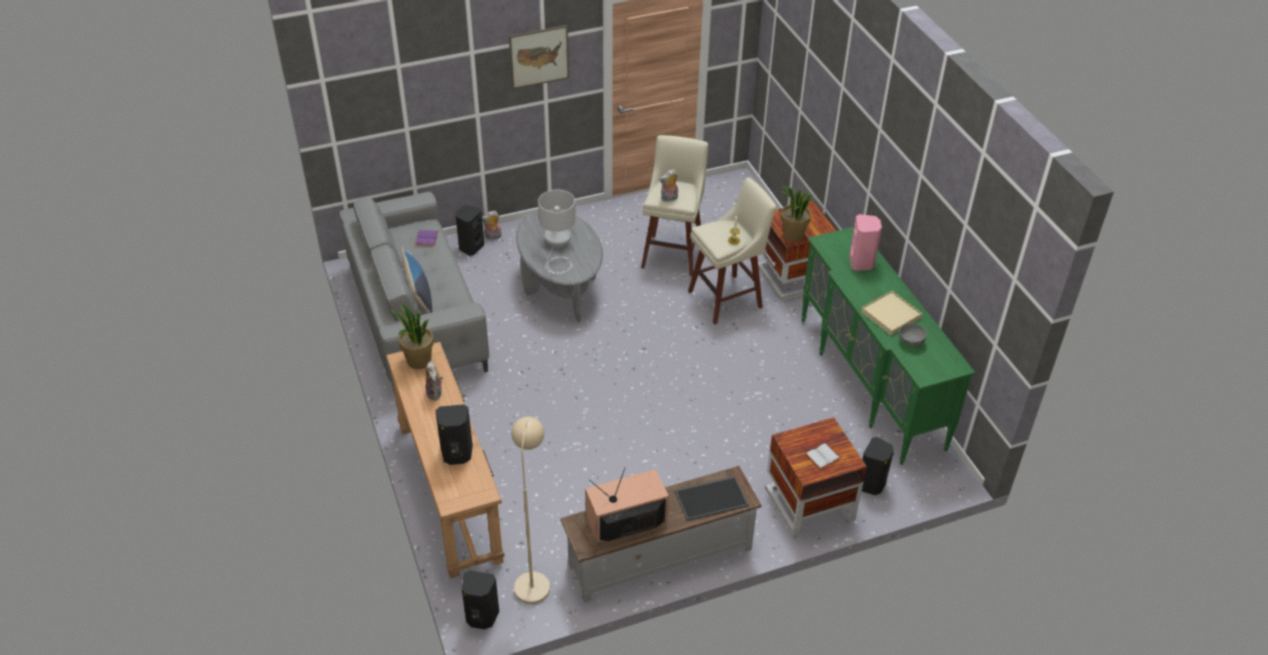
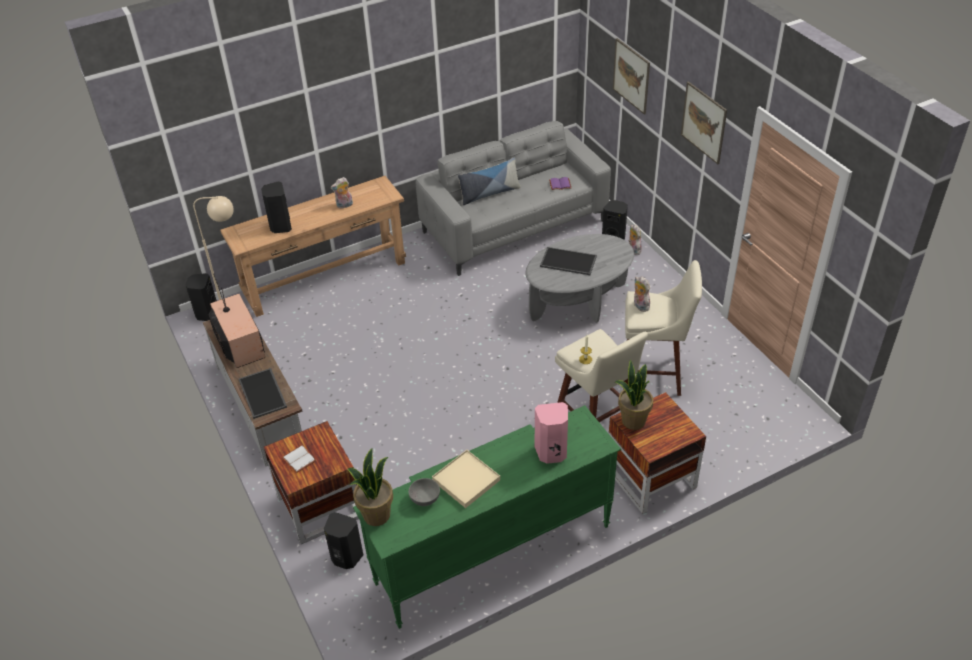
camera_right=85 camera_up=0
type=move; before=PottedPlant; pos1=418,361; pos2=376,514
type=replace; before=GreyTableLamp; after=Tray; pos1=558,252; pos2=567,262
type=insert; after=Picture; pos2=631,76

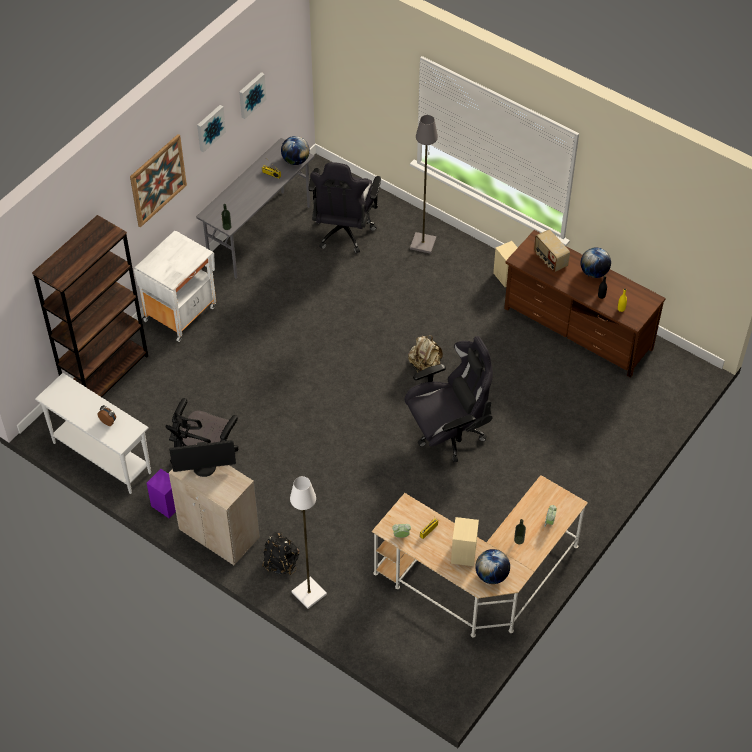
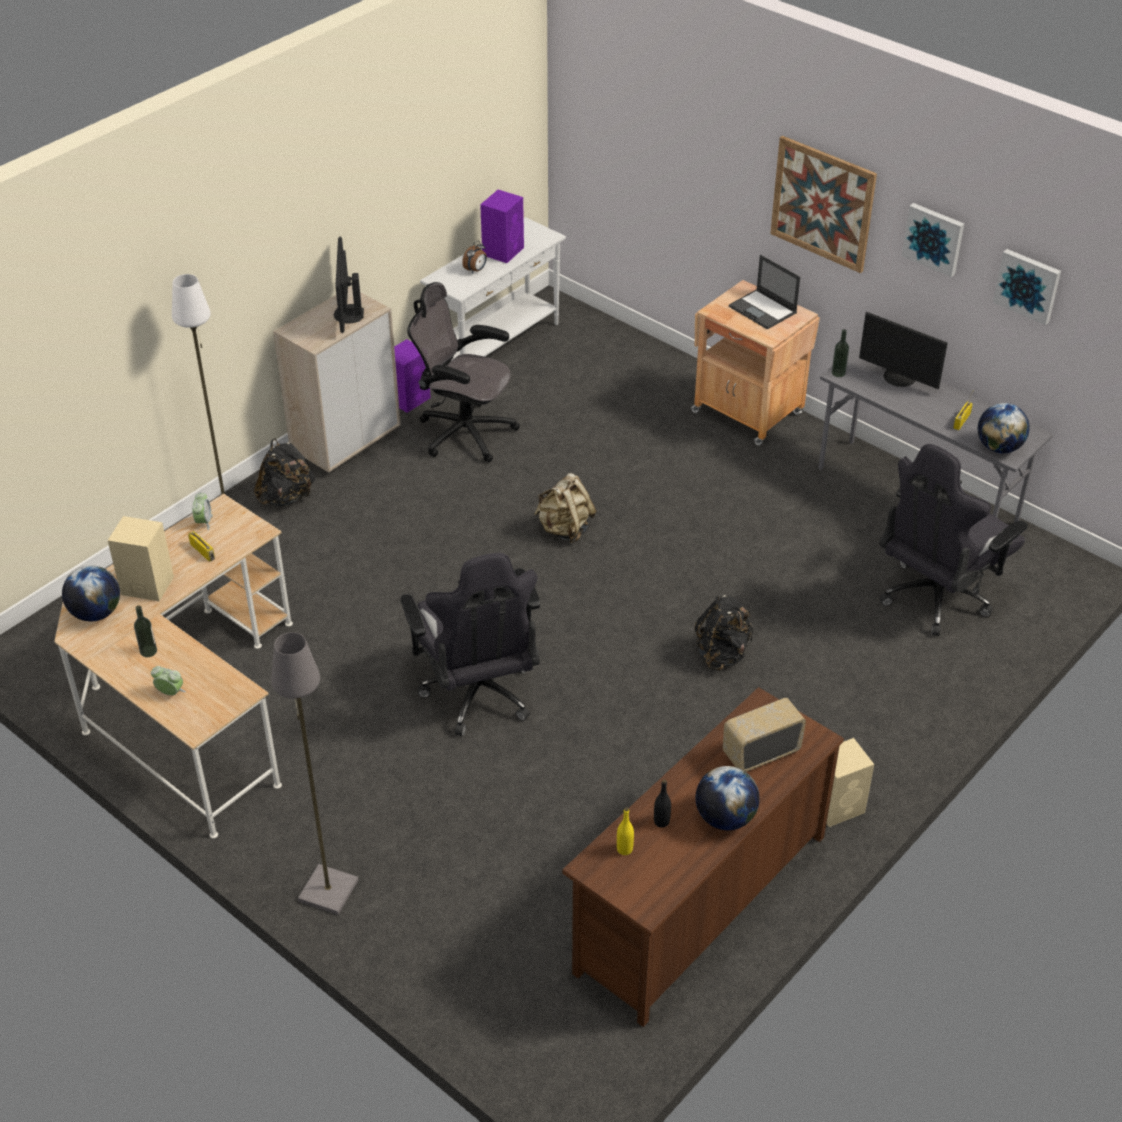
camera_right=95 camera_up=-10
type=delete; before=BrownBookcase; pos1=106,375
type=recolor; before=WhiteCart; after=BrownCart; pos1=181,313; pos2=748,414
type=rotate; before=BlackOfficeChair; pos1=344,229; pos2=939,593; turn=-60
type=move; before=BeigeBackpack; pos1=425,366; pos2=565,529
type=move; before=GreyFloorLamp; pos1=423,243; pos2=329,892
type=insert; after=PurpleSpeaker; pos2=503,251
type=insert; after=BlackBackpack; pos2=722,654
type=insert; after=Laptop; pos2=763,310
type=insert; after=Monitor; pos2=898,378

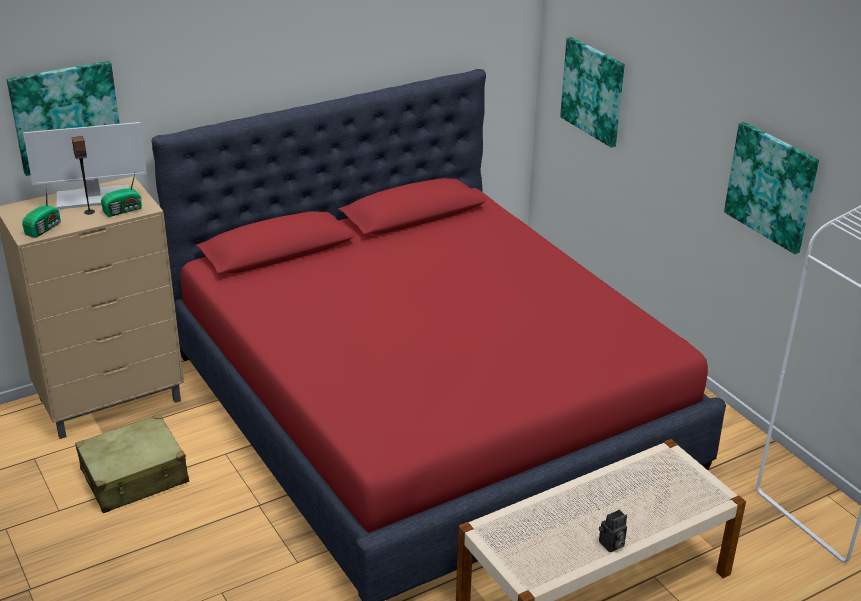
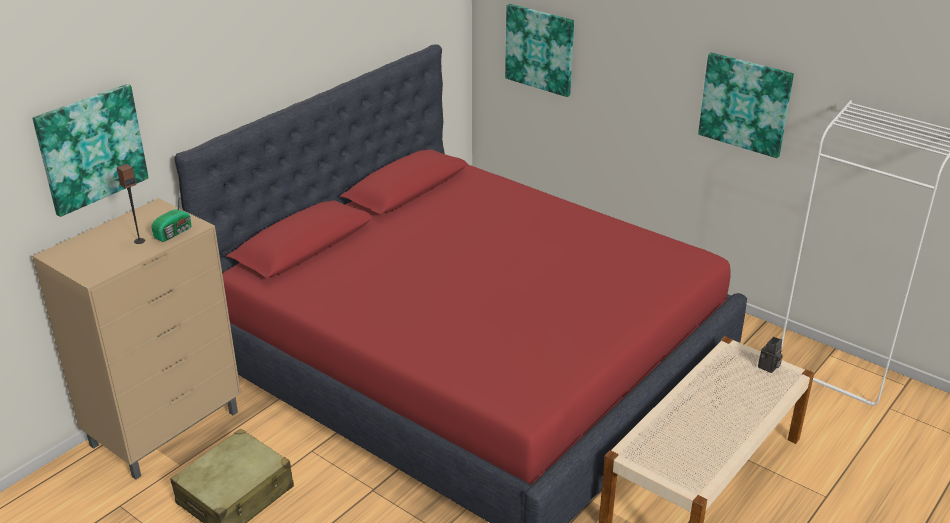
camera_right=-20 camera_up=0
type=delete; before=Radio; pos1=44,228
type=delete; before=Monitor; pos1=92,198
type=move; before=PhotoCamera; pos1=611,545; pos2=768,367

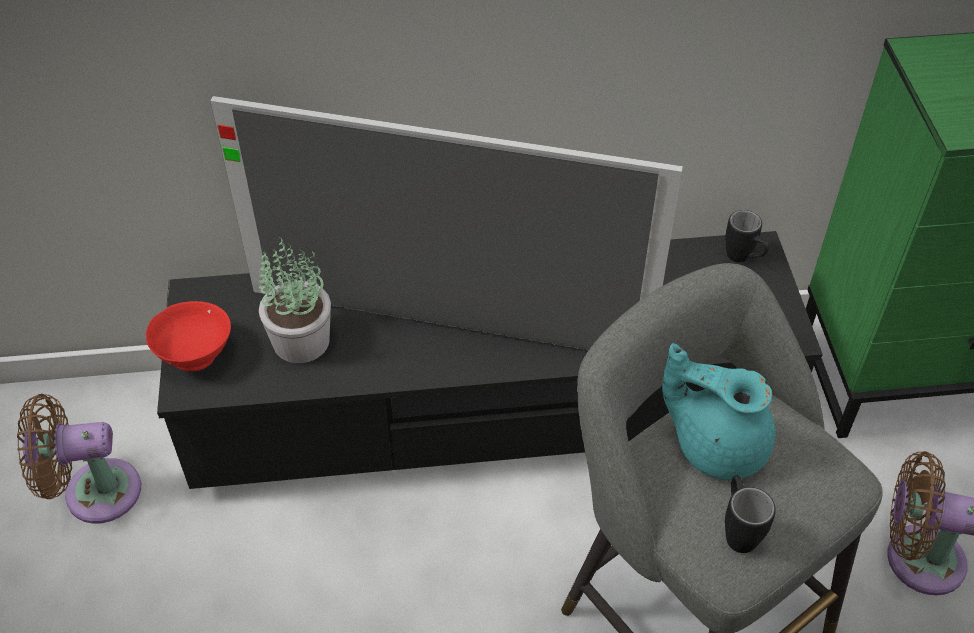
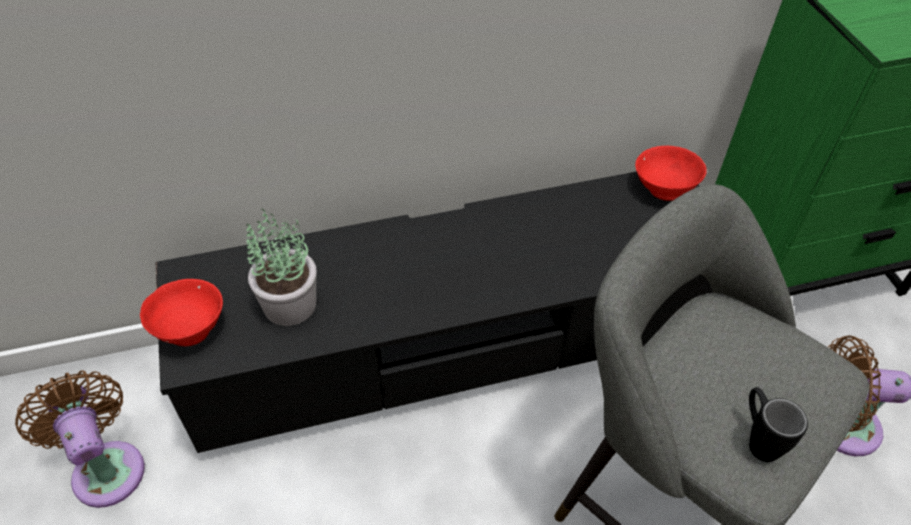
camera_right=-10 camera_up=0
type=rotate; before=BrownFan; pos1=94,492; pos2=106,467; turn=75
type=delete; before=Television; pos1=447,324
type=delete; before=TurquoiseTeapot; pos1=716,444
type=replace; before=BlackMug; after=RedBowl; pos1=743,259; pos2=663,188

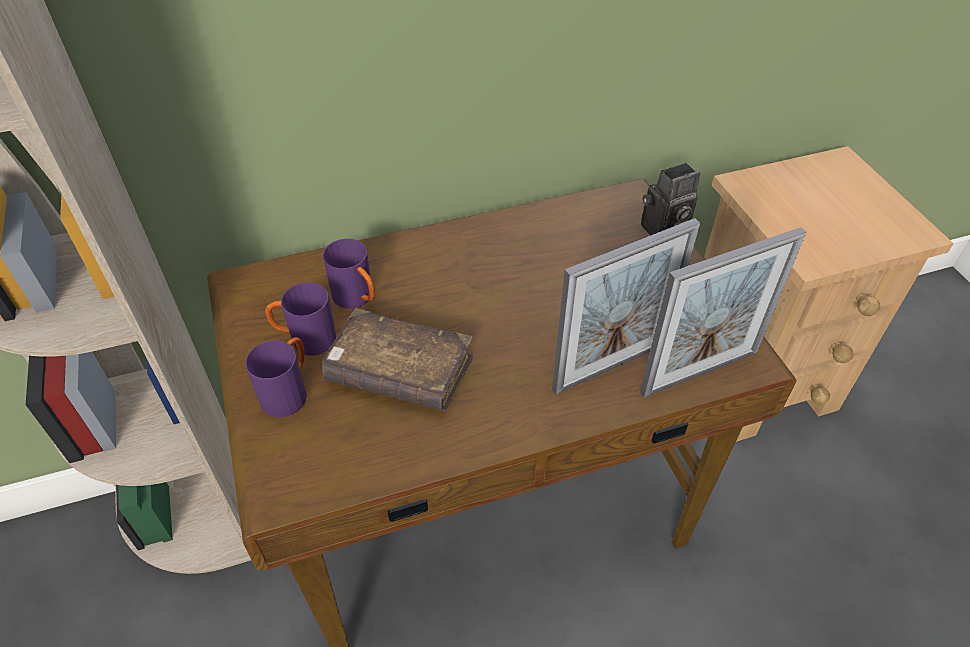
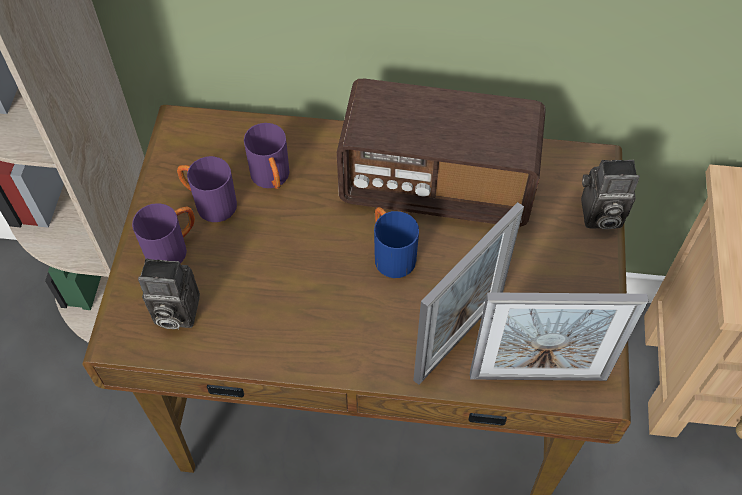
camera_right=25 camera_up=10
type=delete; before=BrownBook; pos1=399,372
type=rotate; before=PictureFrame; pos1=611,366; pos2=459,336; turn=-45
type=insert; after=PhotoCamera; pos2=173,312
type=insert; after=Radio; pos2=437,185
type=insert; after=BlueMug; pos2=390,254

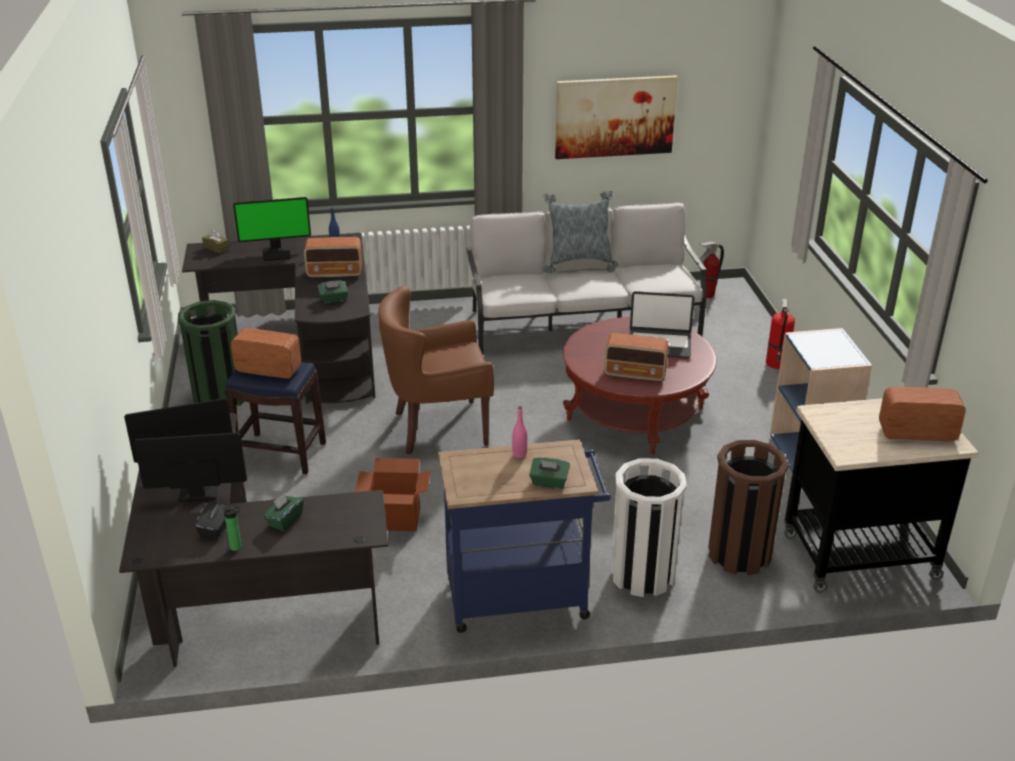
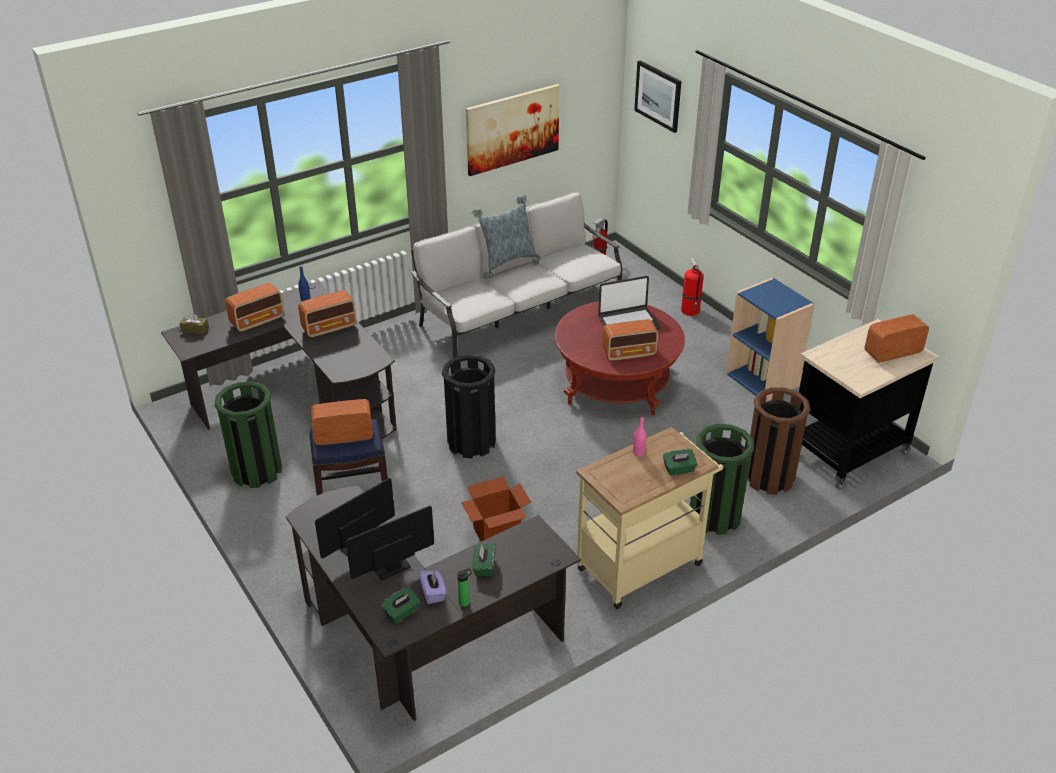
camera_right=-25 camera_up=5
type=recolor; before=BlackTissueBox; after=PurpleTissueBox; pos1=215,529; pos2=433,593
type=replace; before=Monitor; after=Radio; pos1=277,253; pos2=258,321
type=move; before=GreenTissueBox; pos1=333,299; pos2=402,613
type=replace; before=BrownArmchair; after=BlackTrashCan; pos1=438,428; pos2=471,442
type=recolor; before=BlueCart; after=BeigeCart; pos1=521,599; pos2=642,566
type=recolor; before=WhiteTrashCan; after=GreenTrashCan; pos1=642,575; pos2=714,516
type=insert; after=Picture; pos2=658,96

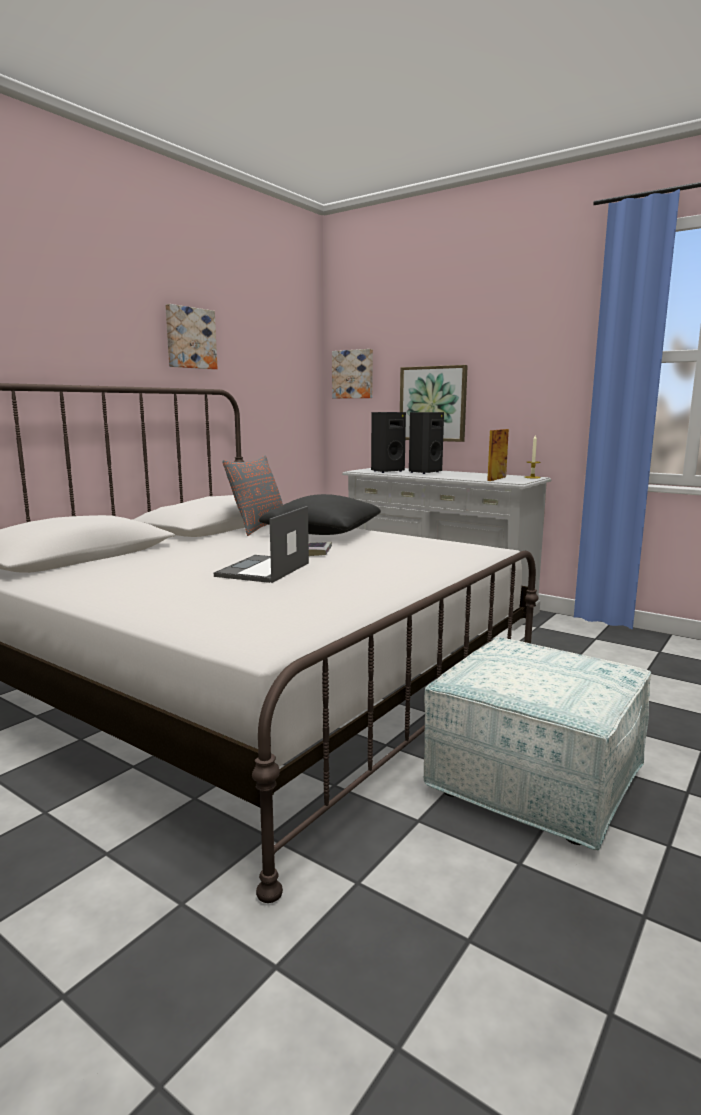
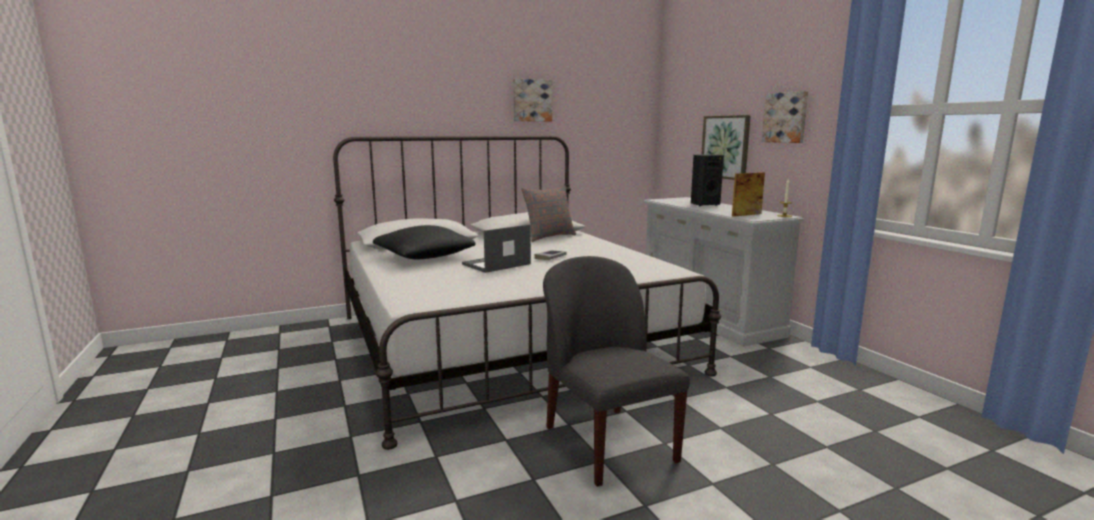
camera_right=30 camera_up=0
type=move; before=BlackPillow; pos1=322,532; pos2=424,256
type=move; before=Picture; pos1=353,374; pos2=786,117
type=delete; before=BlackSpeaker; pos1=386,471
type=replace; before=WhiteOttoman; after=GreyChair; pos1=534,781; pos2=607,442

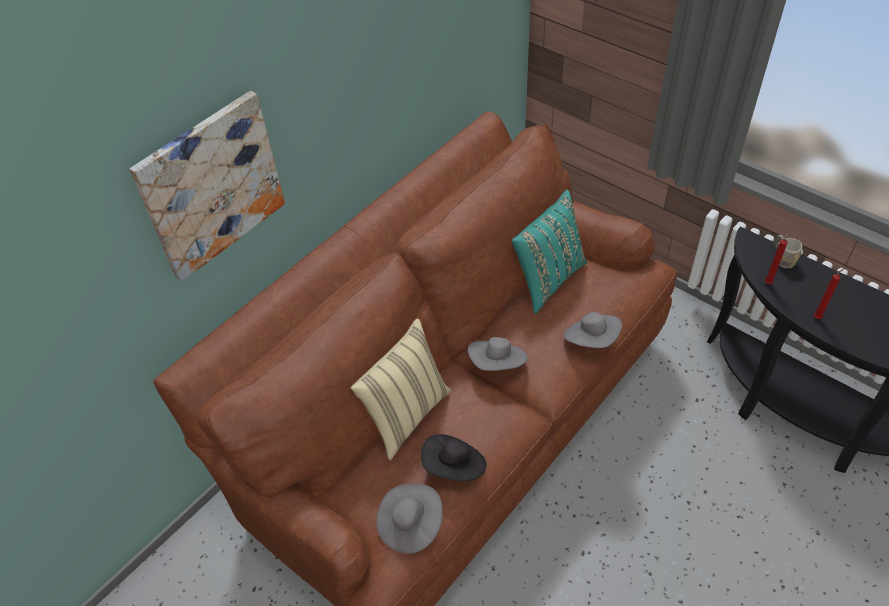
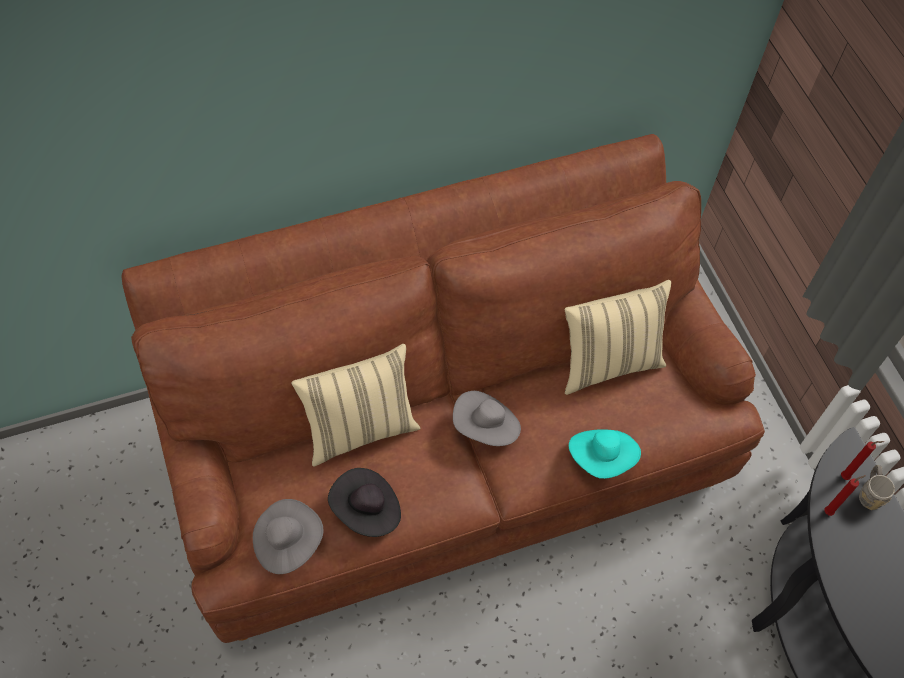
camera_right=25 camera_up=10
type=delete; before=Picture; pos1=211,185
type=recolor; before=TurquoisePillow; after=BeigePillow; pos1=547,280; pos2=607,363
type=recolor; before=GreyHat; after=TurquoiseHat; pos1=592,339; pos2=602,458
type=move; before=RedCandle; pos1=818,317; pos2=846,477

